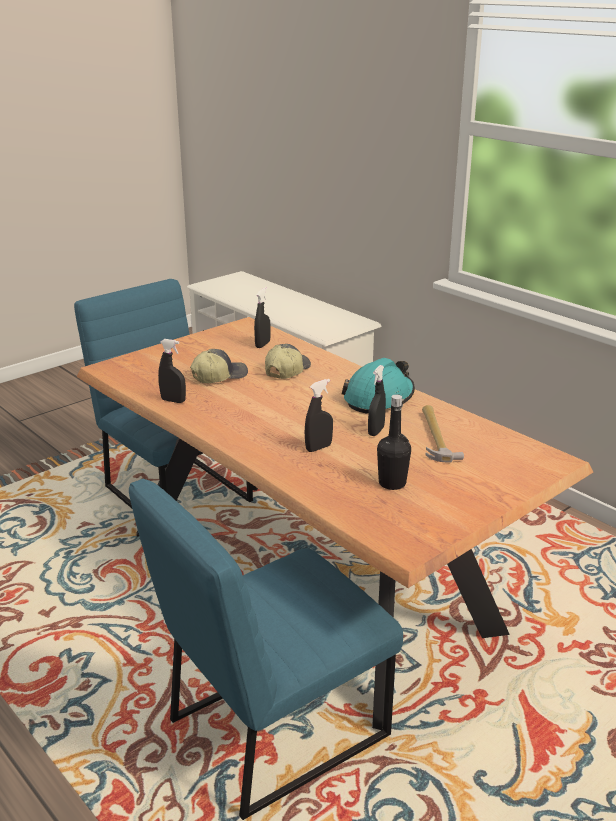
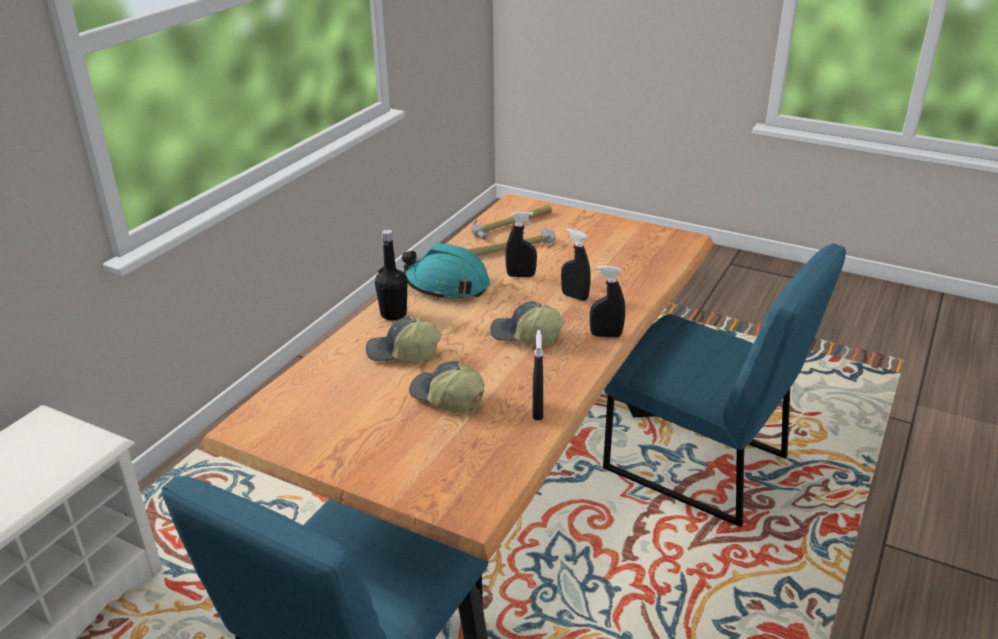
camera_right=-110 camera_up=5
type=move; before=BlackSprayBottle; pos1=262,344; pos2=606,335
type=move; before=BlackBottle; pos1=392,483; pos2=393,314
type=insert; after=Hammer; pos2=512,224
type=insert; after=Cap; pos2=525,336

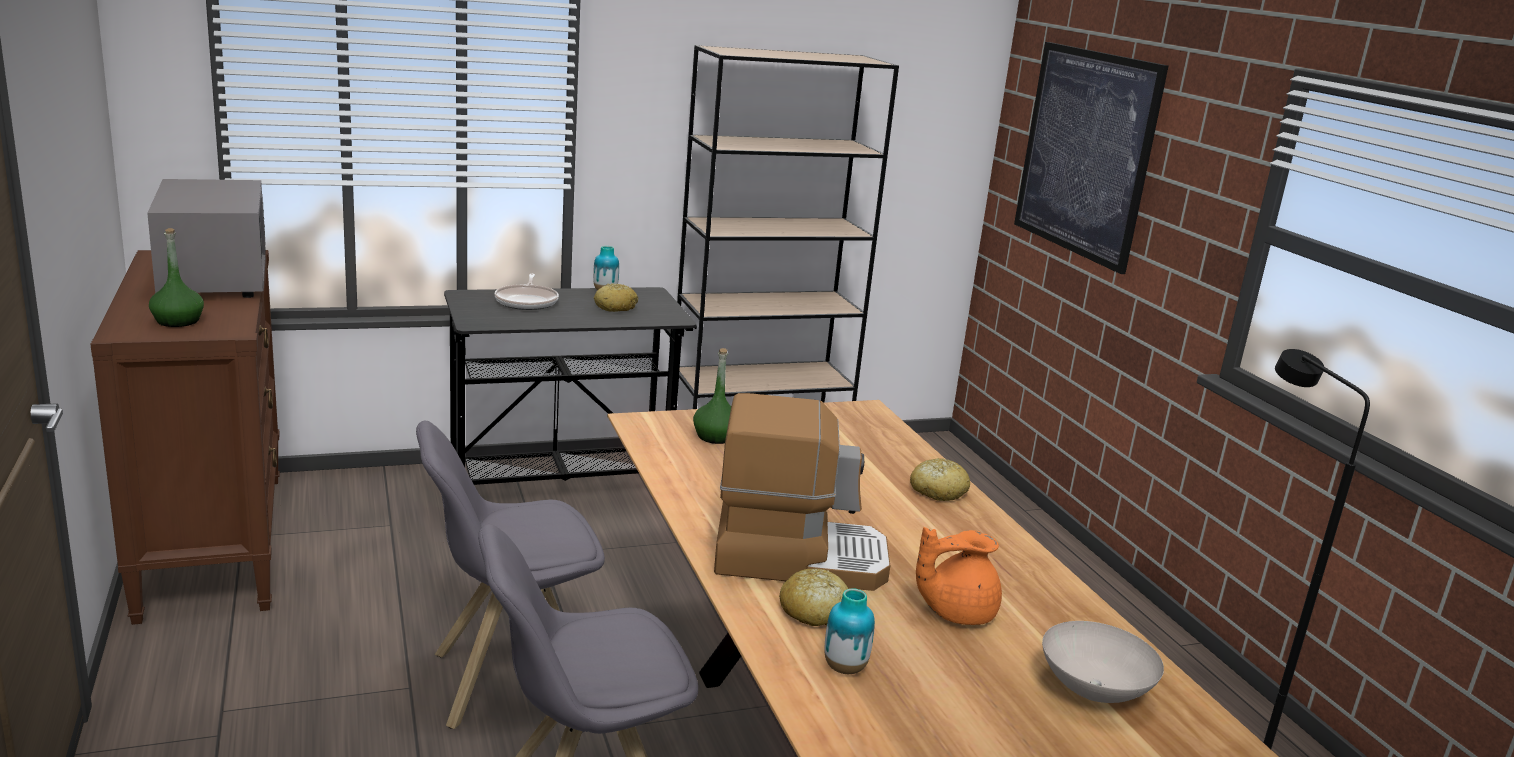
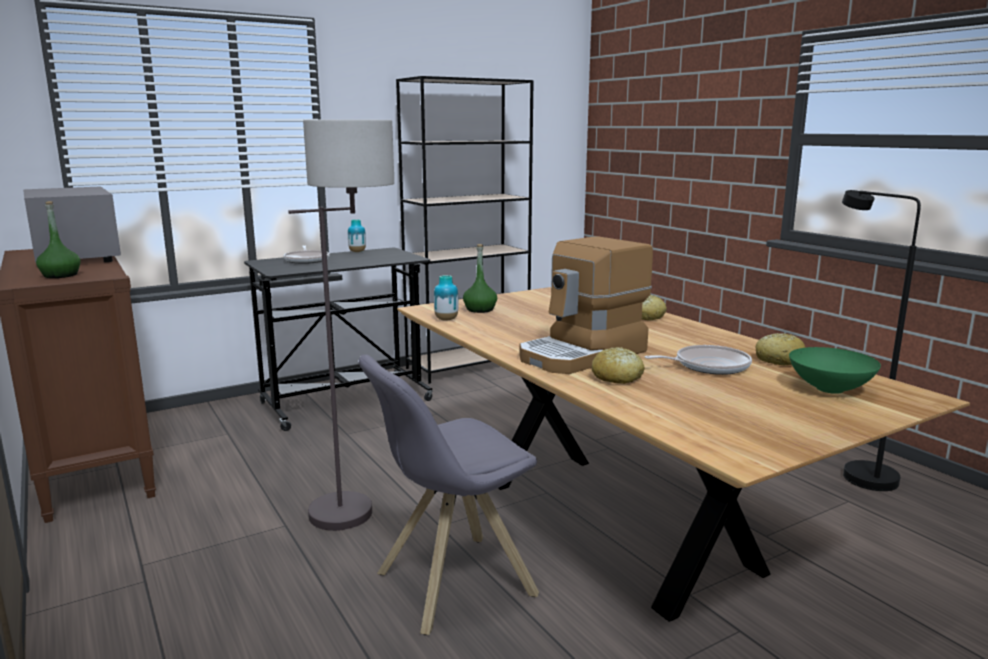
camera_right=-10 camera_up=-5
type=replace; before=GreyChair; after=GreyFloorLamp; pos1=510,680; pos2=359,508
type=move; before=Bread; pos1=615,307; pos2=779,360
type=rotate; before=CoffeeMachine; pos1=798,557; pos2=583,354; turn=150
type=move; before=Vase; pos1=845,668; pos2=446,319
type=replace; before=OrangeTeapot; after=FryingPan; pos1=955,611; pos2=708,366
type=delete; before=Picture; pos1=1085,153
type=recolor; before=WhiteBowl; after=GreenBowl; pos1=1094,690; pos2=829,388

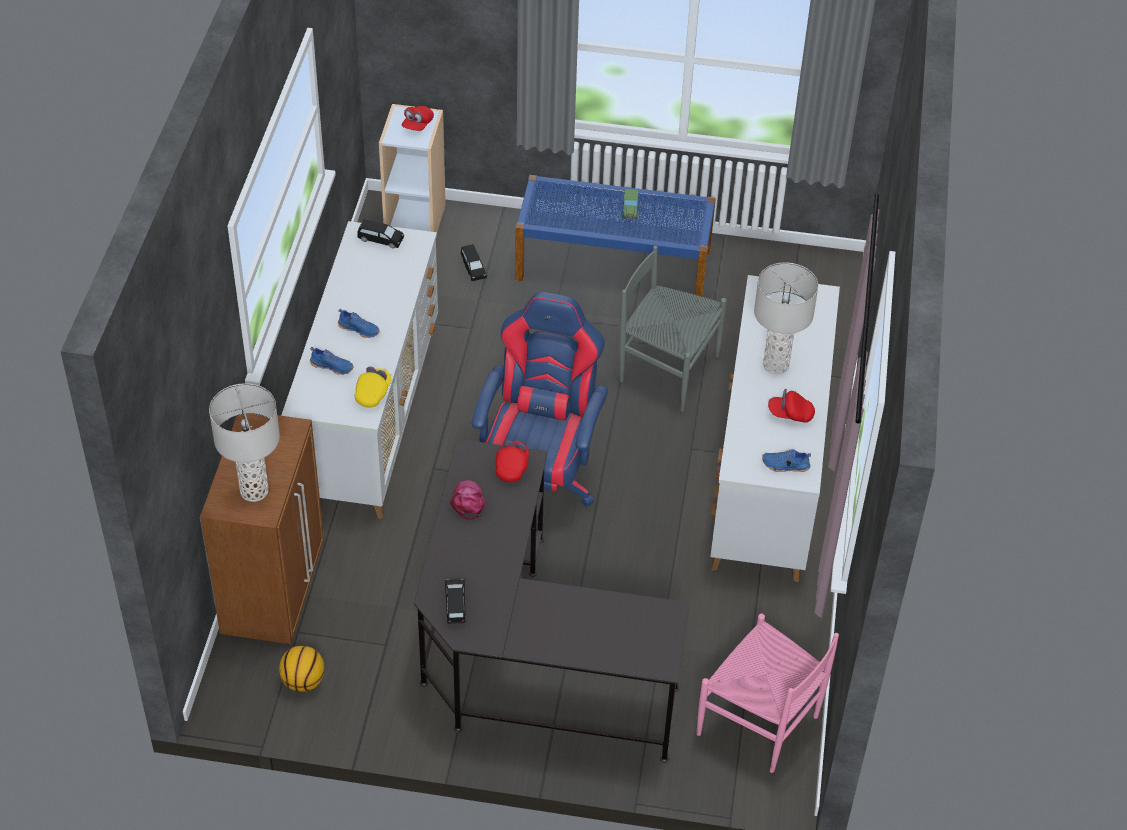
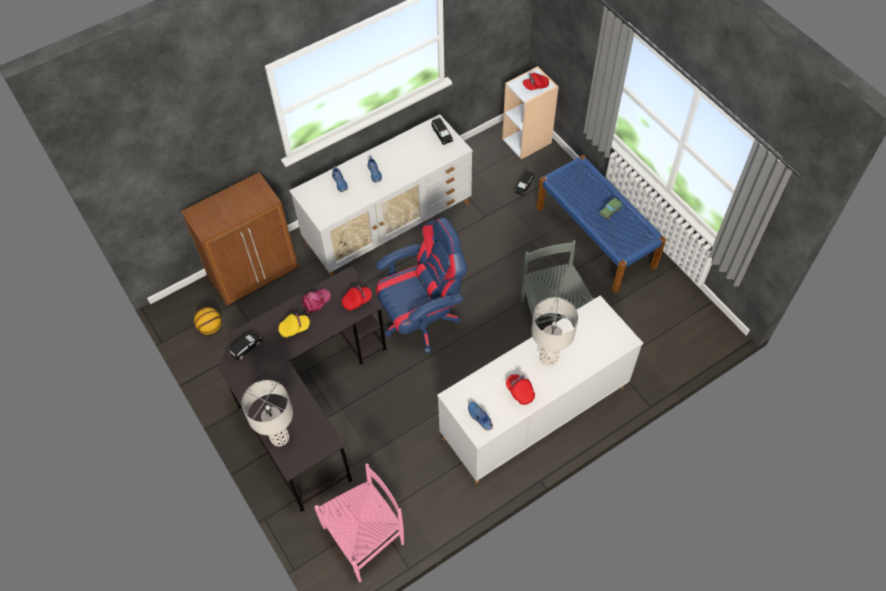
camera_right=50 camera_up=10
type=move; before=WhiteTableLamp; pos1=253,490; pos2=279,437
type=move; before=YellowCap; pos1=373,393; pos2=294,328
type=rotate; before=PinkChair; pos1=760,723; pos2=365,537; turn=-120

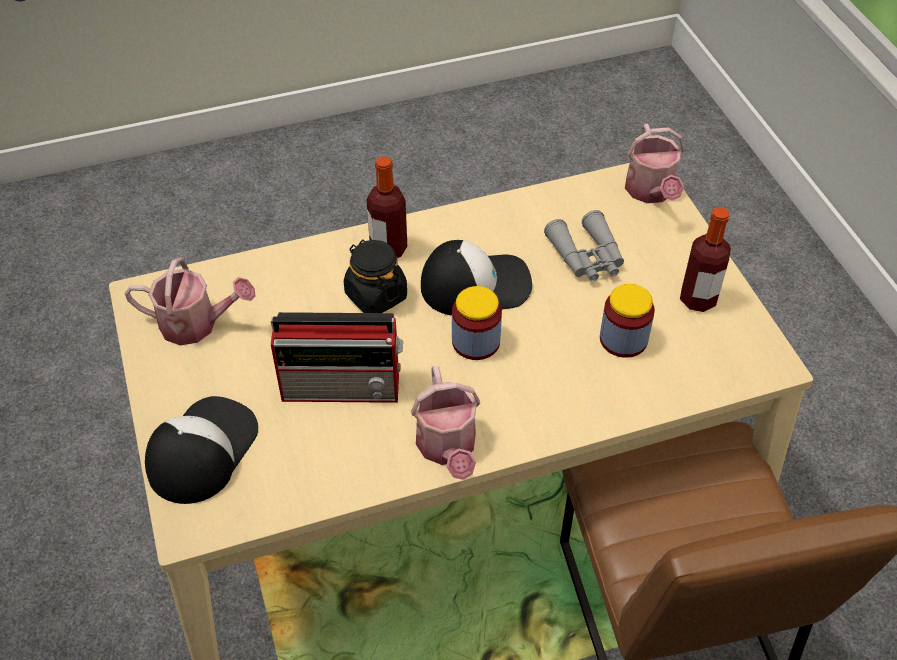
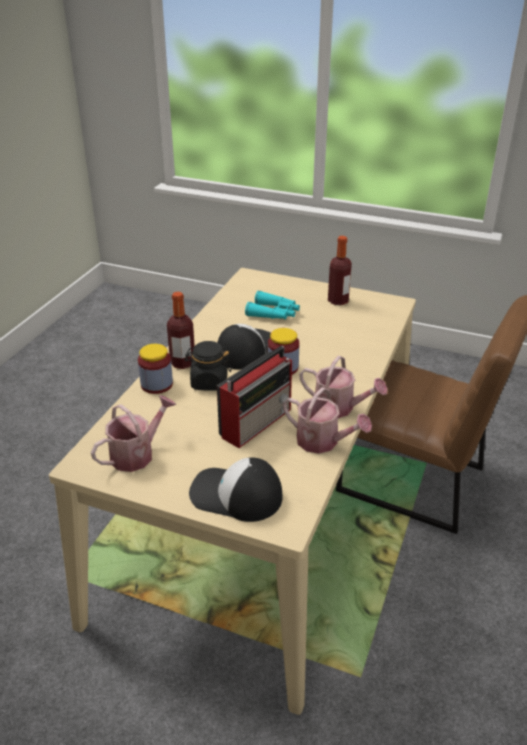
camera_right=-50 camera_up=-15
type=rotate; before=Cap; pos1=201,450; pos2=235,495; turn=-45
type=recolor; before=GreyBinoculars; after=TurquoiseBinoculars; pos1=587,257; pos2=274,313
type=move; before=Jar; pos1=623,339; pos2=156,384
type=move; before=WateringCan; pos1=651,192; pos2=323,442

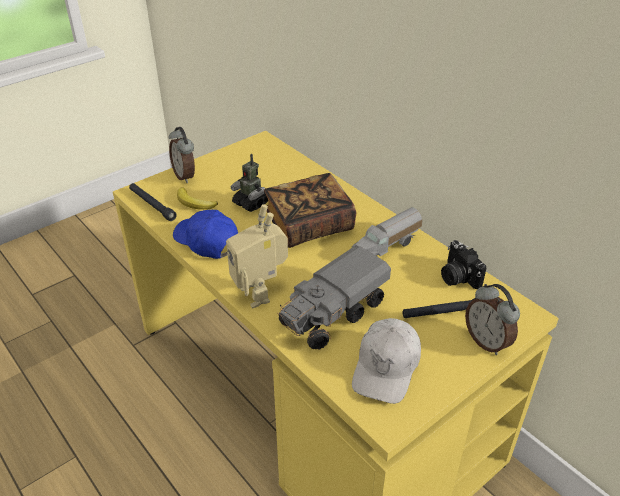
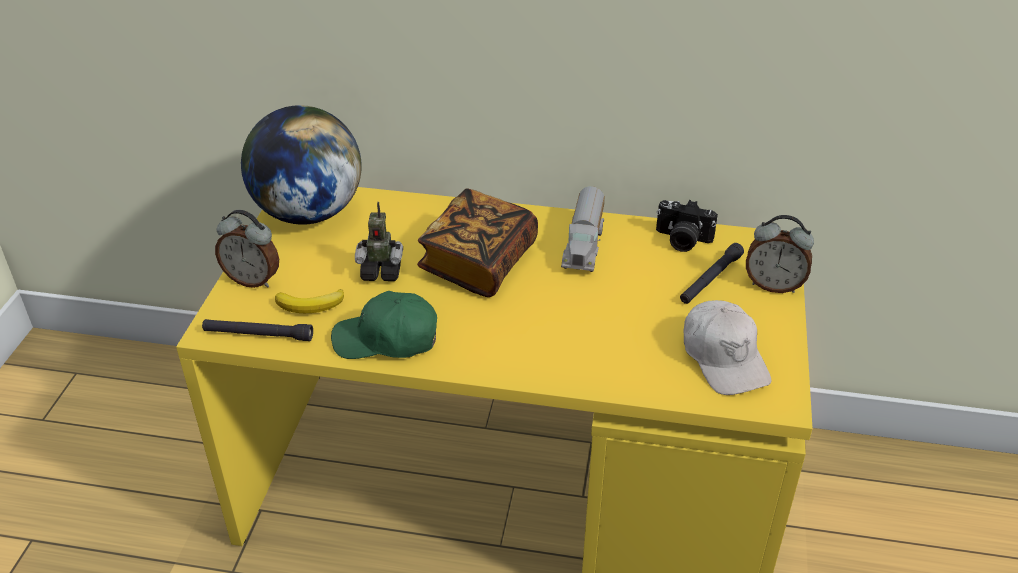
camera_right=-40 camera_up=0
type=recolor; before=BlueCap; after=GreenCap; pos1=207,241; pos2=387,339
type=delete; before=ToyRobot; pos1=260,293
type=delete; before=ToyTruck; pos1=332,314
type=insert; after=Globe; pos2=308,213

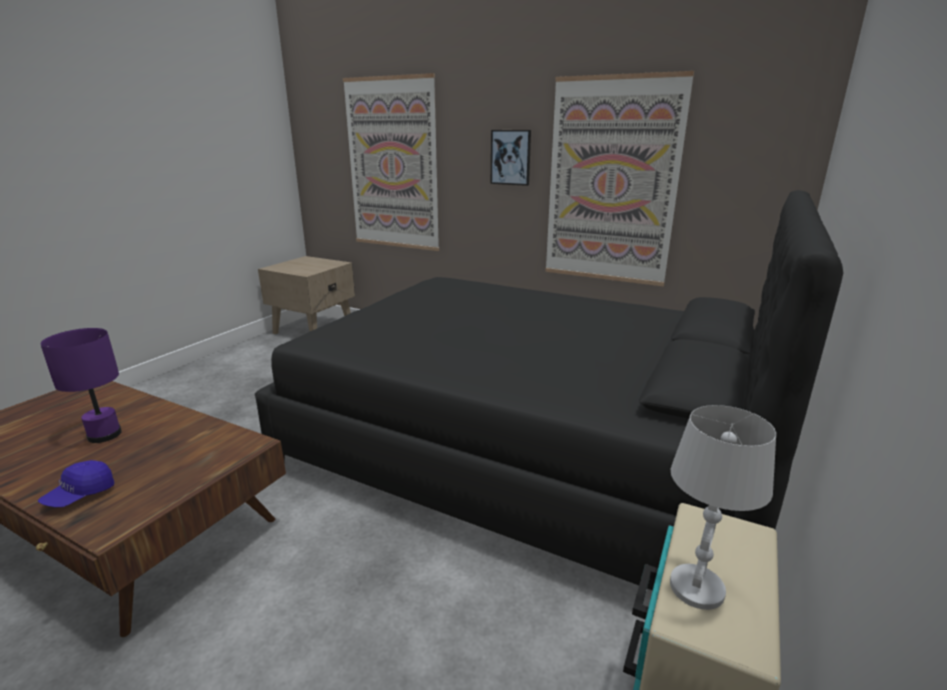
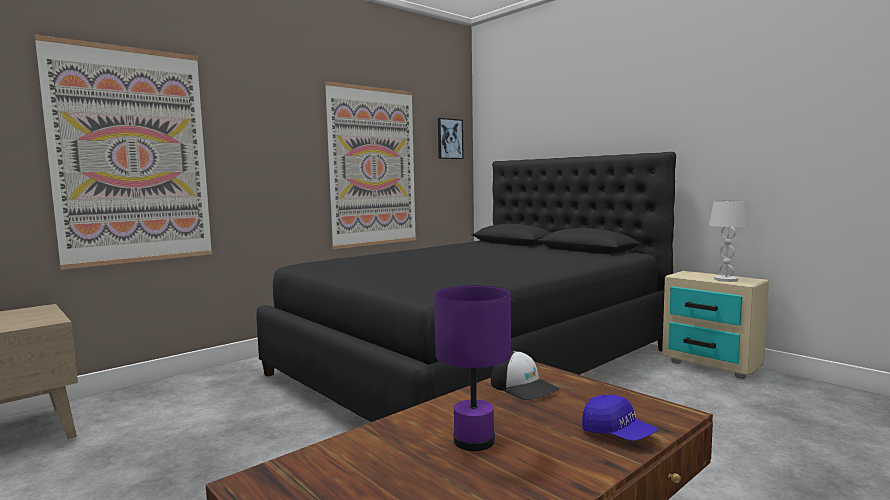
camera_right=-70 camera_up=-15
type=move; before=Picture; pos1=511,157; pos2=449,139
type=insert; after=Cap; pos2=524,387

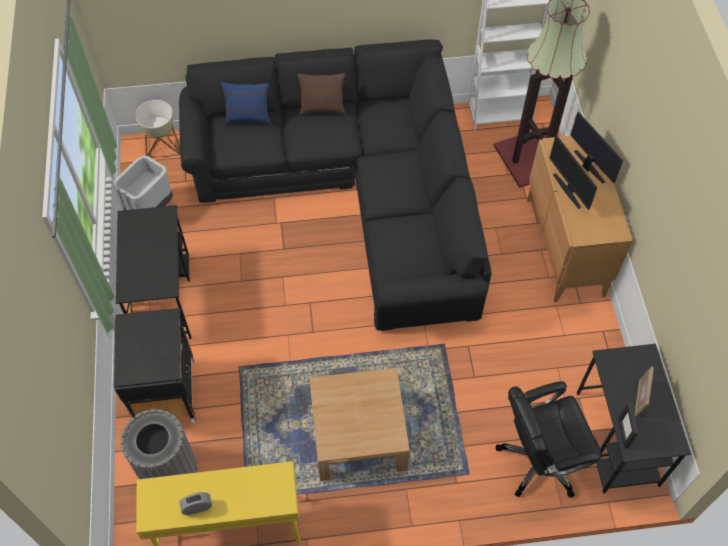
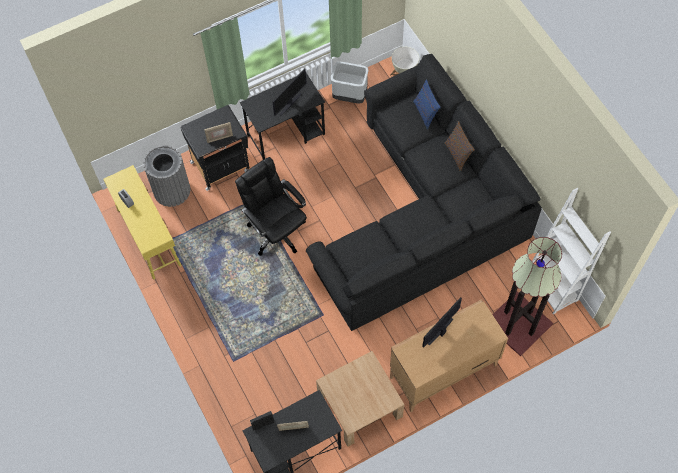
camera_right=70 camera_up=5
type=move; before=BrownCoffeeTable; pos1=358,435; pos2=359,405
type=move; before=BlackOfficeChair; pos1=540,460; pos2=276,232
type=move; before=Monitor; pos1=588,167; pos2=289,103
type=insert; after=PictureFrame; pos2=219,138

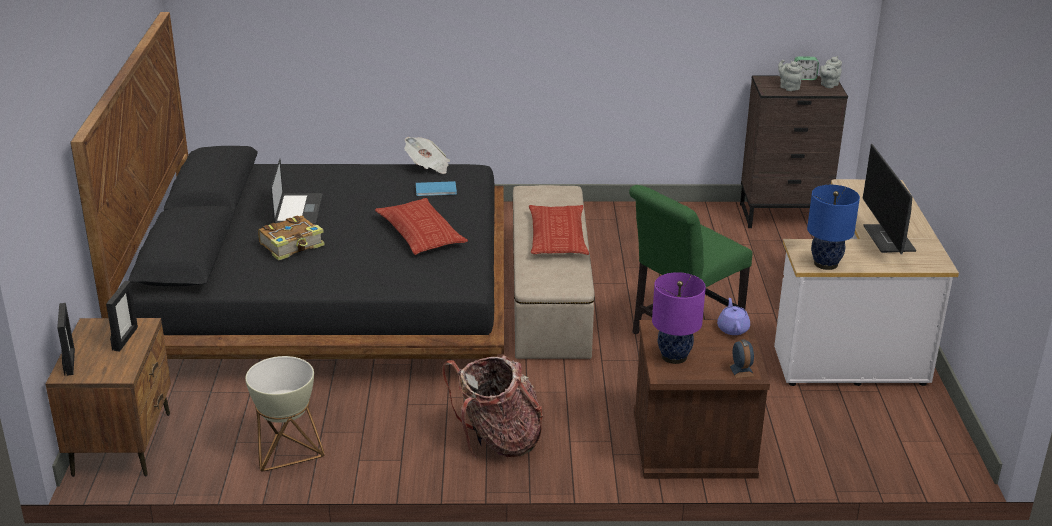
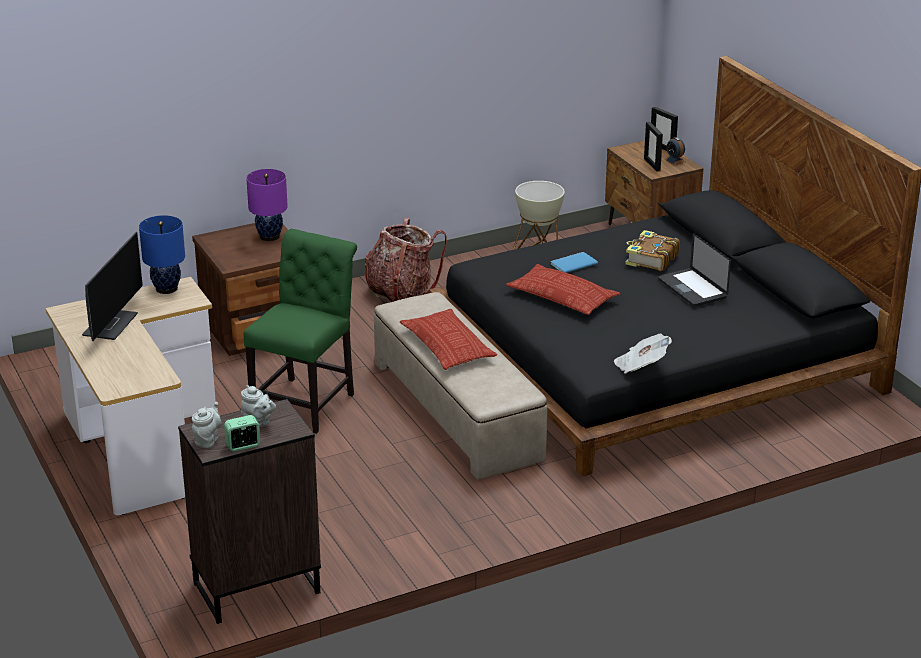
camera_right=155 camera_up=0
type=move; before=BlueBook; pos1=437,190; pos2=572,263
type=delete; before=PurpleTeapot; pos1=732,328
type=move; before=AlarmClock; pos1=741,370; pos2=675,160
type=rotate; before=Monitor; pos1=889,240; pos2=110,324; turn=45

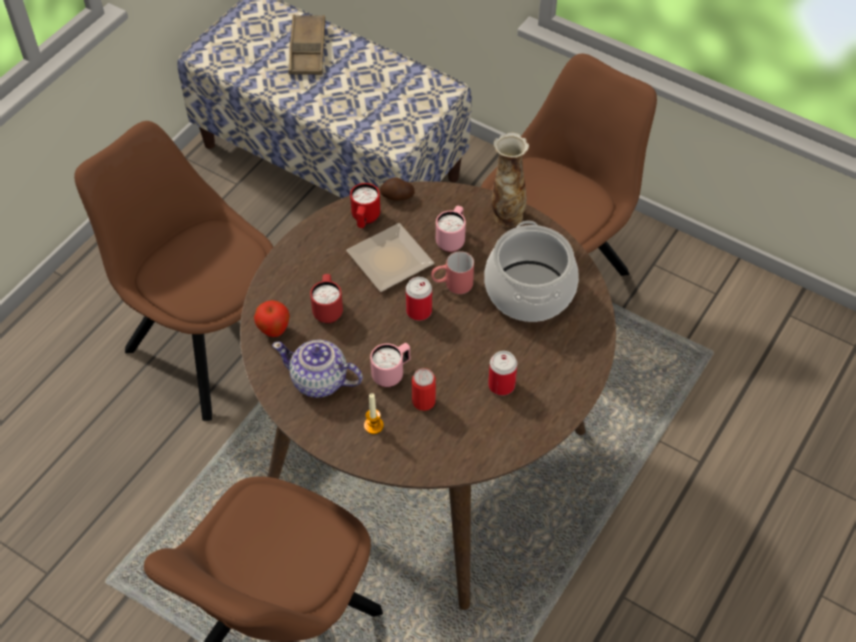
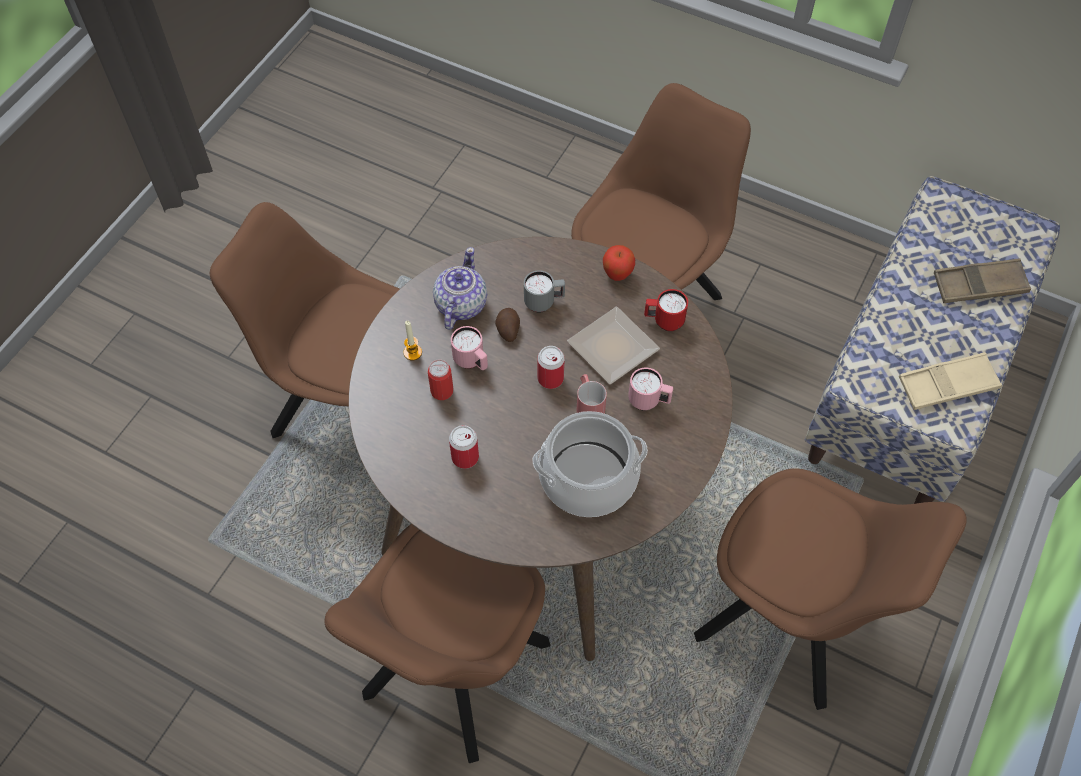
camera_right=85 camera_up=5
type=move; before=Apple; pos1=274,330; pos2=617,275
type=recolor; before=RedMug; after=GreyMug; pos1=328,309; pos2=544,302
type=move; before=Potato; pos1=397,196; pos2=508,329
type=delete; before=Vase; pos1=507,215
type=insert; after=BrownChair; pos2=454,669
type=insert; after=BeigeTray; pos2=947,385

